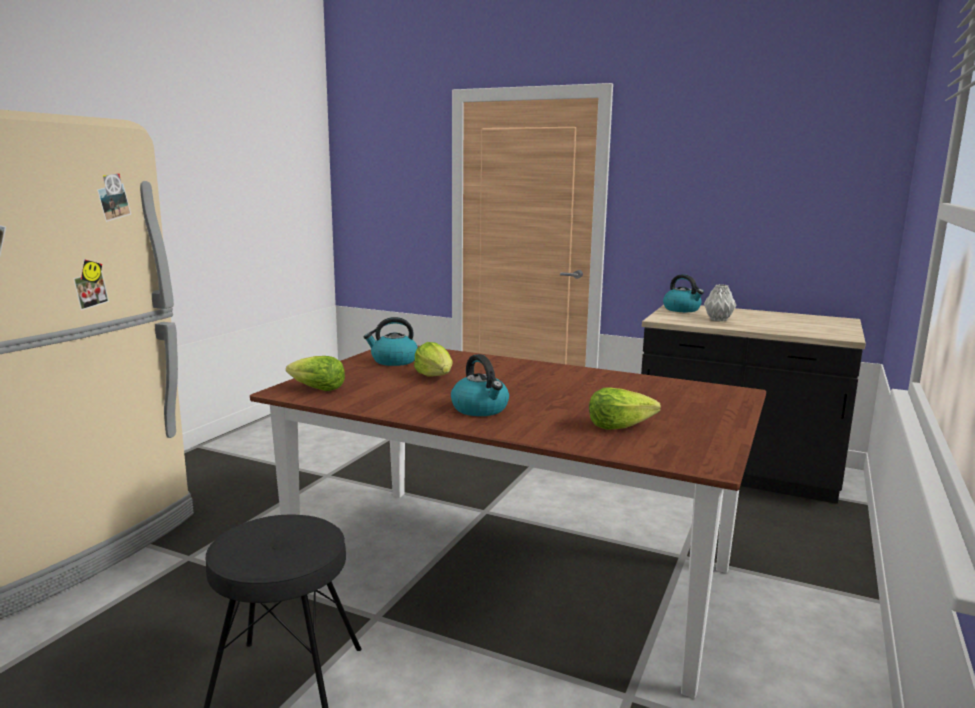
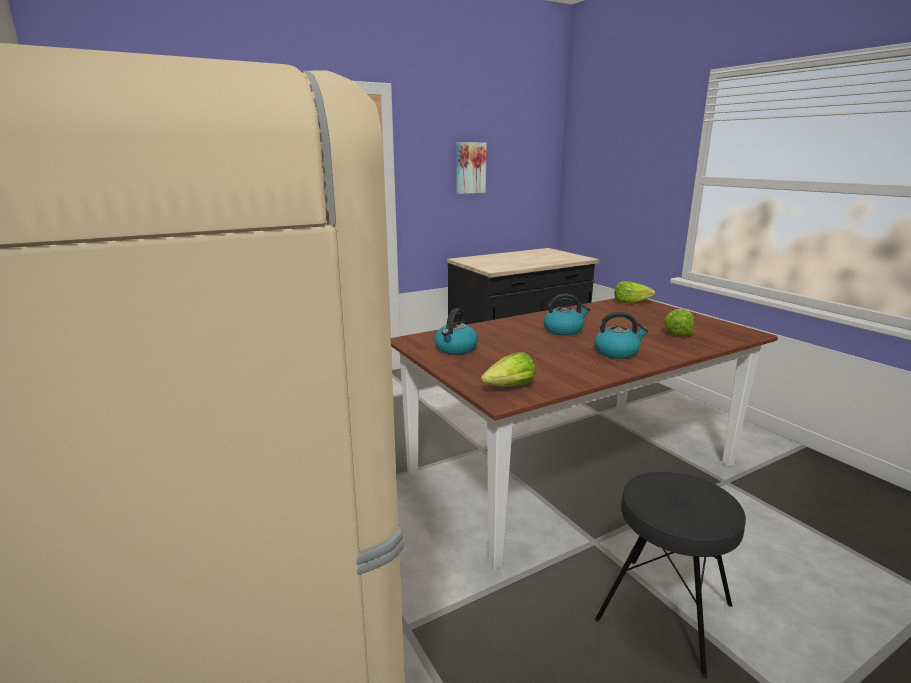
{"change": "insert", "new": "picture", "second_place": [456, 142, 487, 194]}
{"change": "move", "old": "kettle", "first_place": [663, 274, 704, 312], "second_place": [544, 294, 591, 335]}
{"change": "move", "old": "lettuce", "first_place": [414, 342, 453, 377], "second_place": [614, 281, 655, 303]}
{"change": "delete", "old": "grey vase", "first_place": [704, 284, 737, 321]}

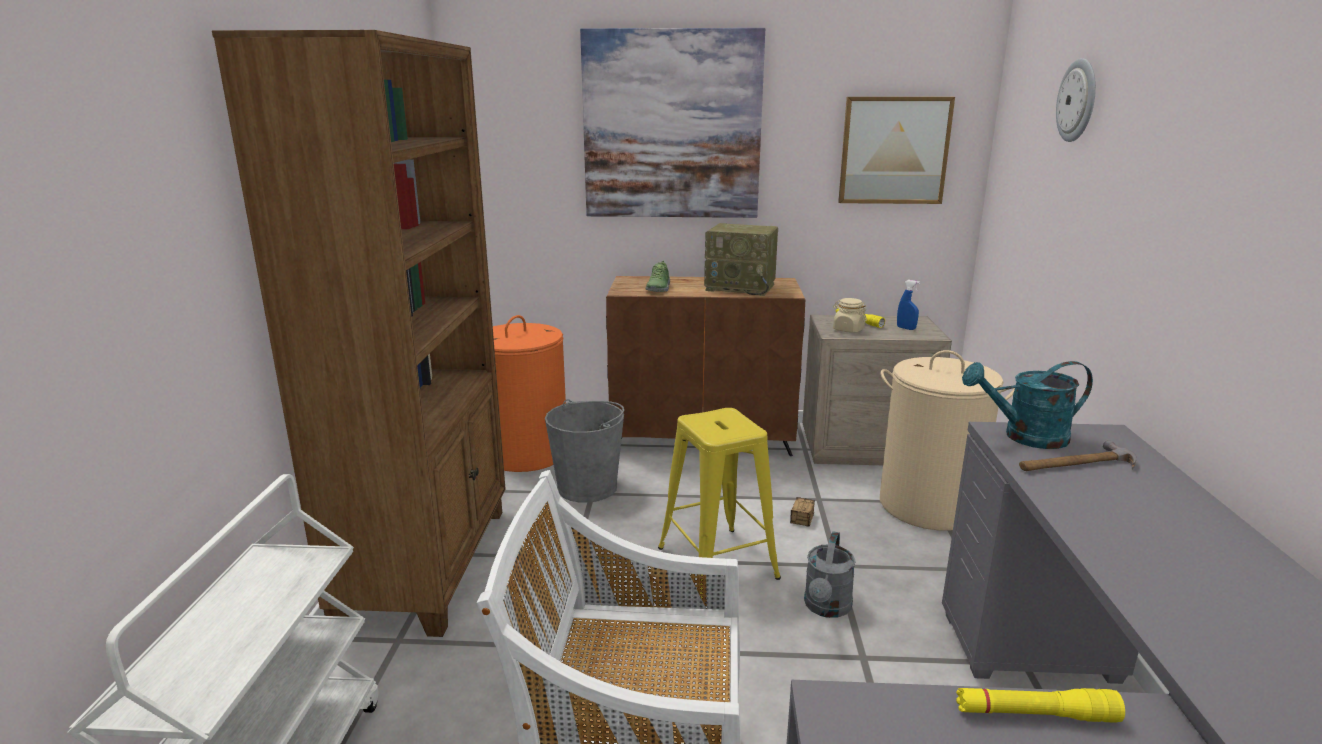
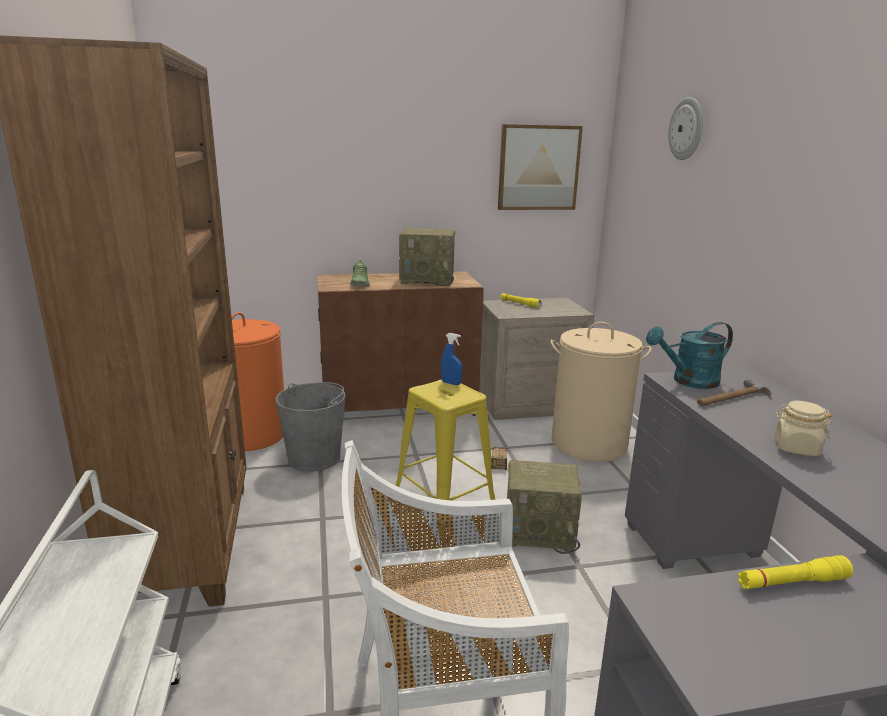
{"change": "move", "old": "blue spray bottle", "first_place": [897, 280, 920, 330], "second_place": [441, 333, 462, 385]}
{"change": "replace", "old": "grey watering can", "new": "radio", "first_place": [804, 531, 856, 618], "second_place": [507, 460, 582, 554]}
{"change": "move", "old": "beige jar", "first_place": [833, 298, 867, 333], "second_place": [774, 401, 832, 456]}
{"change": "delete", "old": "picture", "first_place": [580, 28, 765, 218]}

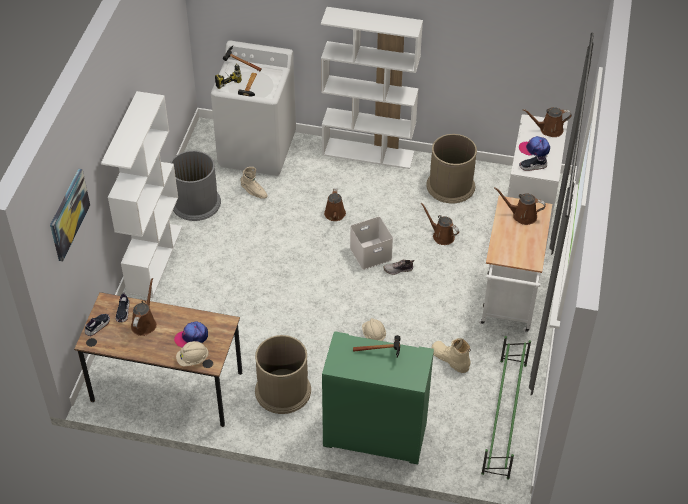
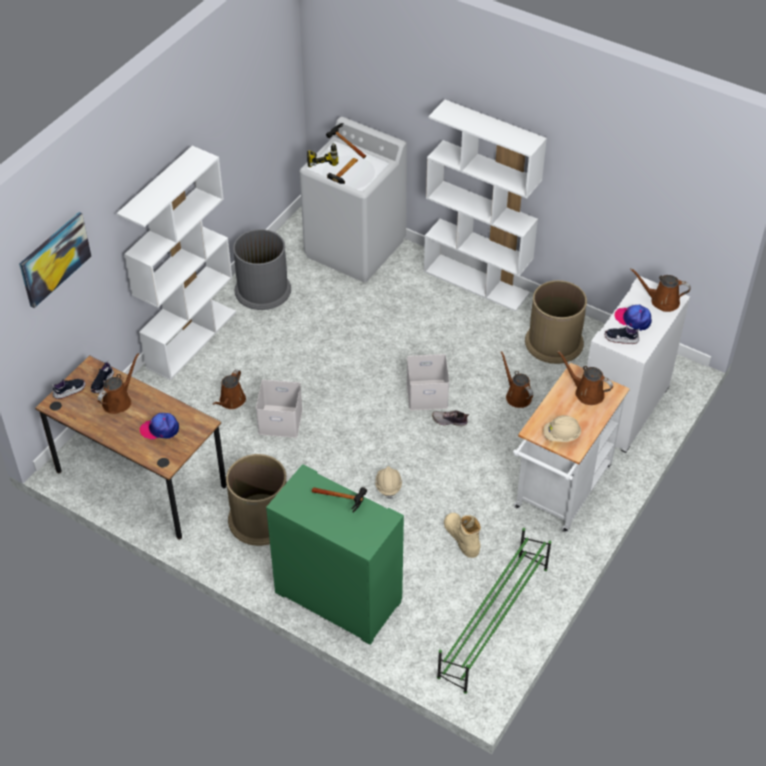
{"change": "move", "old": "brown watering can", "first_place": [324, 188, 346, 221], "second_place": [213, 369, 246, 409]}
{"change": "insert", "new": "white storage box", "second_place": [256, 380, 303, 438]}
{"change": "move", "old": "beige hard hat", "first_place": [176, 341, 208, 367], "second_place": [544, 415, 581, 442]}
{"change": "delete", "old": "beige boot", "first_place": [241, 167, 268, 199]}

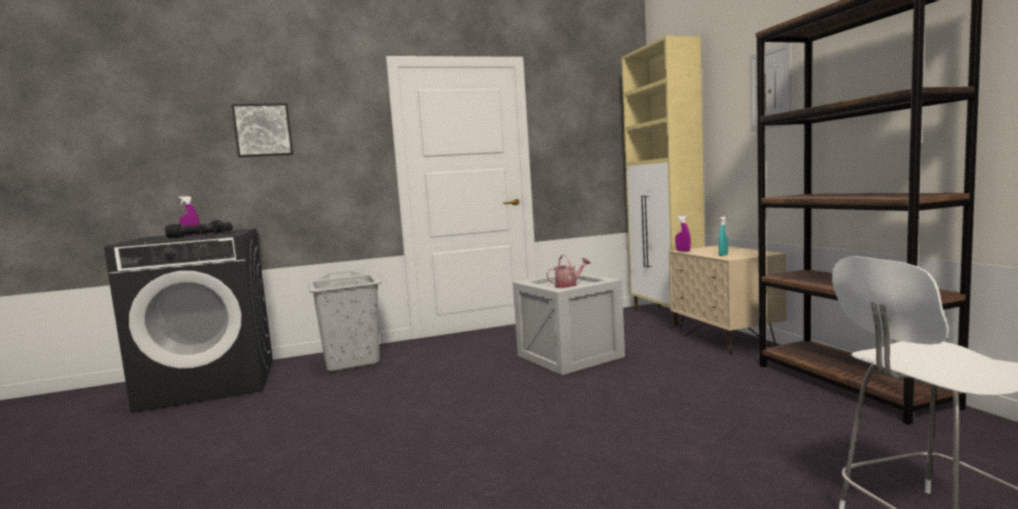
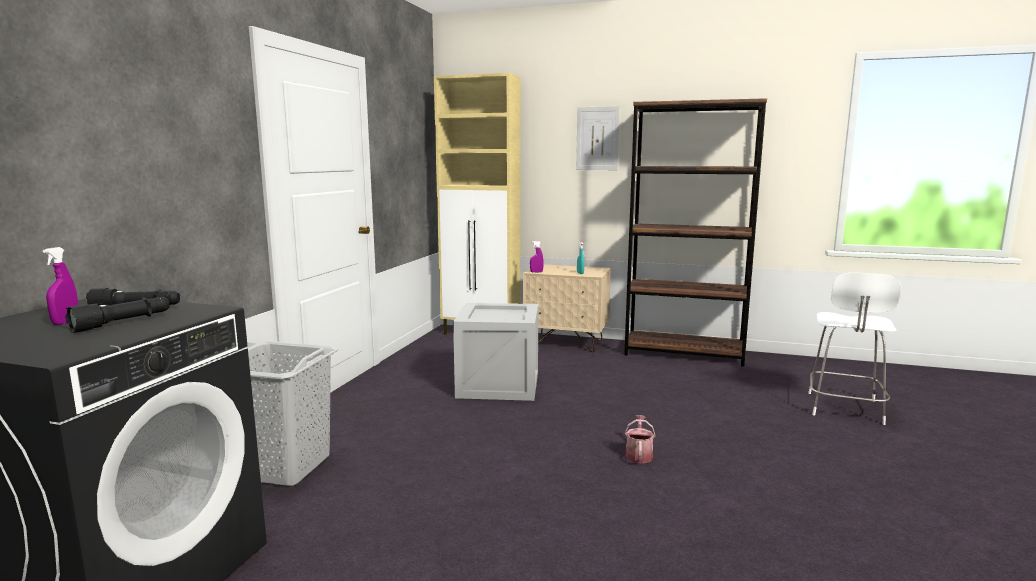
{"change": "move", "old": "watering can", "first_place": [546, 255, 590, 288], "second_place": [625, 415, 656, 463]}
{"change": "delete", "old": "picture", "first_place": [231, 103, 293, 157]}

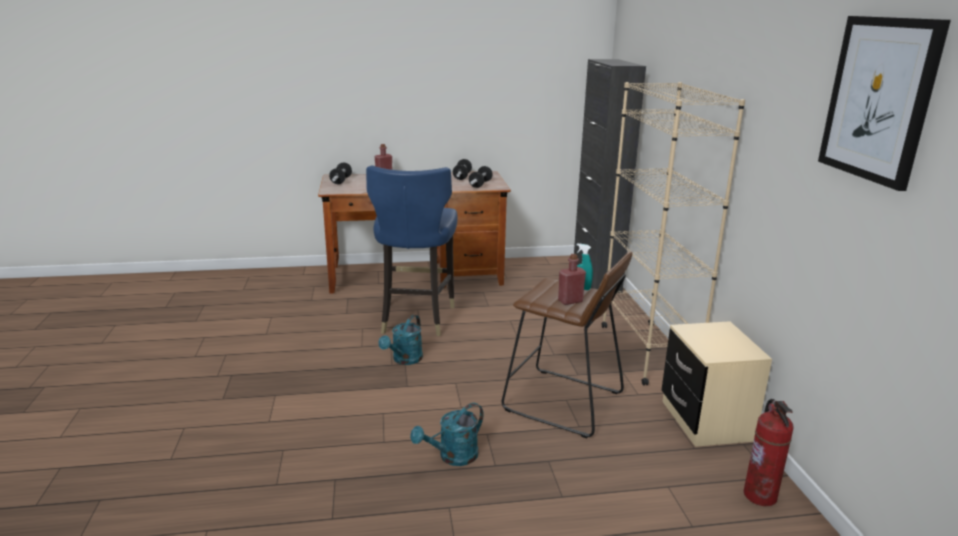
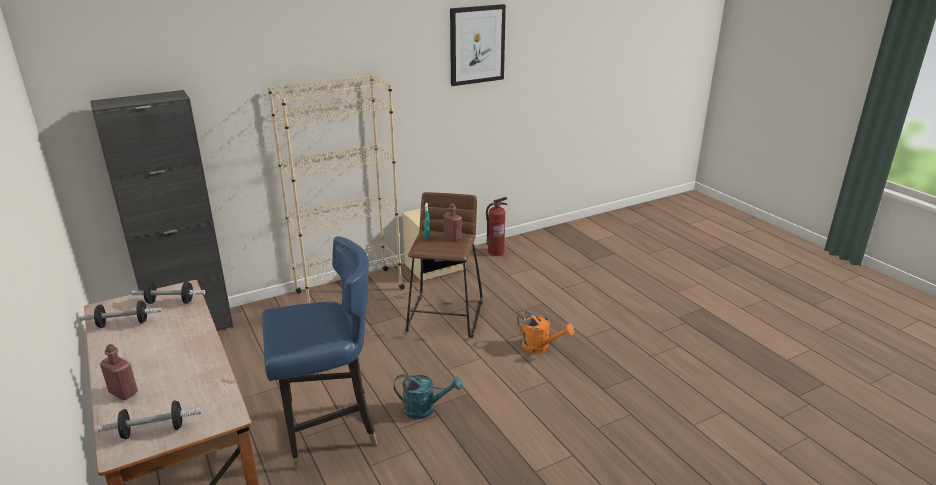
{"change": "recolor", "old": "turquoise watering can", "new": "orange watering can", "first_place": [410, 403, 483, 466], "second_place": [517, 311, 574, 353]}

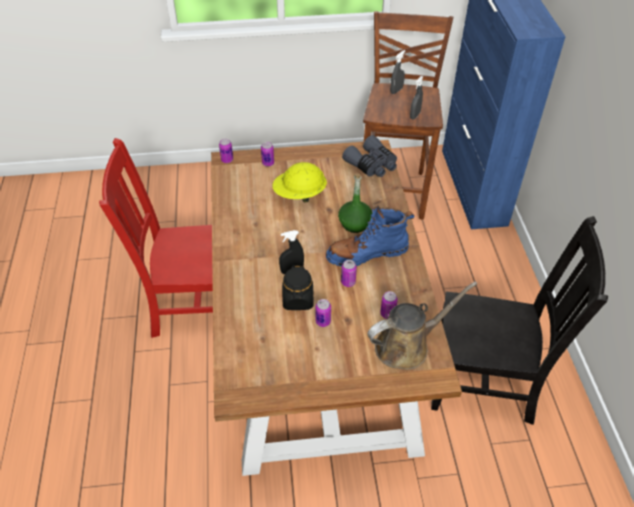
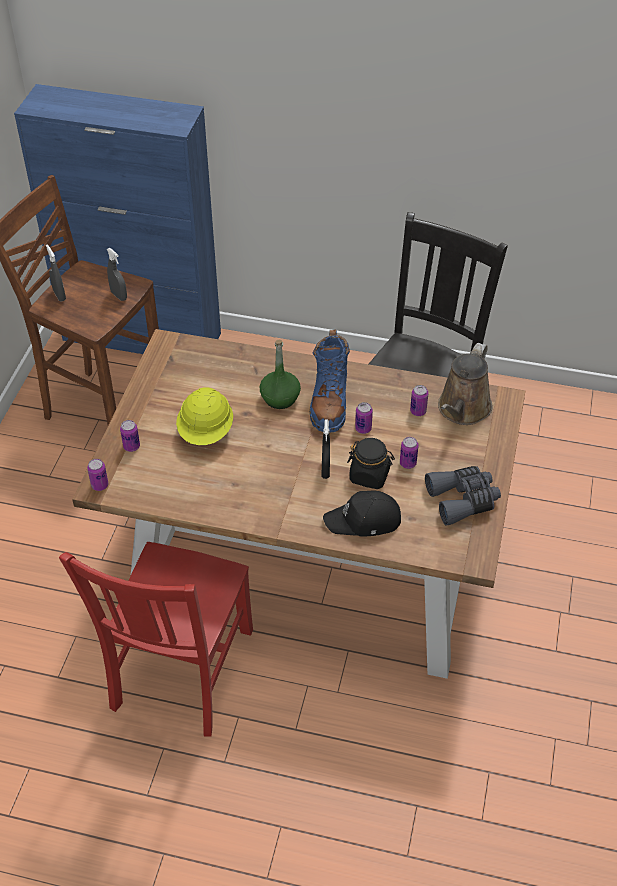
{"change": "insert", "new": "black cap", "second_place": [323, 491, 401, 537]}
{"change": "move", "old": "grey binoculars", "first_place": [342, 135, 397, 177], "second_place": [425, 466, 501, 526]}
{"change": "rotate", "old": "brown watering can", "first_place": [367, 281, 477, 370], "second_place": [438, 343, 492, 425], "degrees": -150}

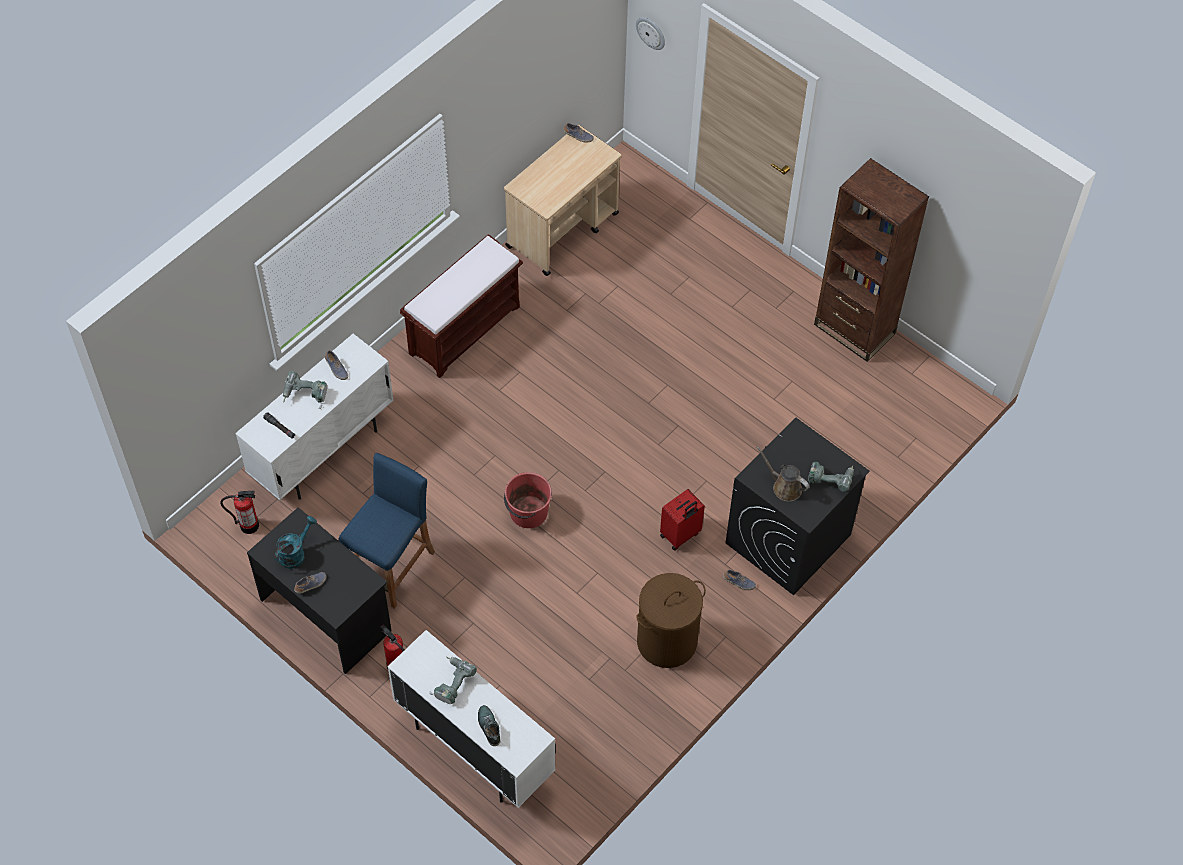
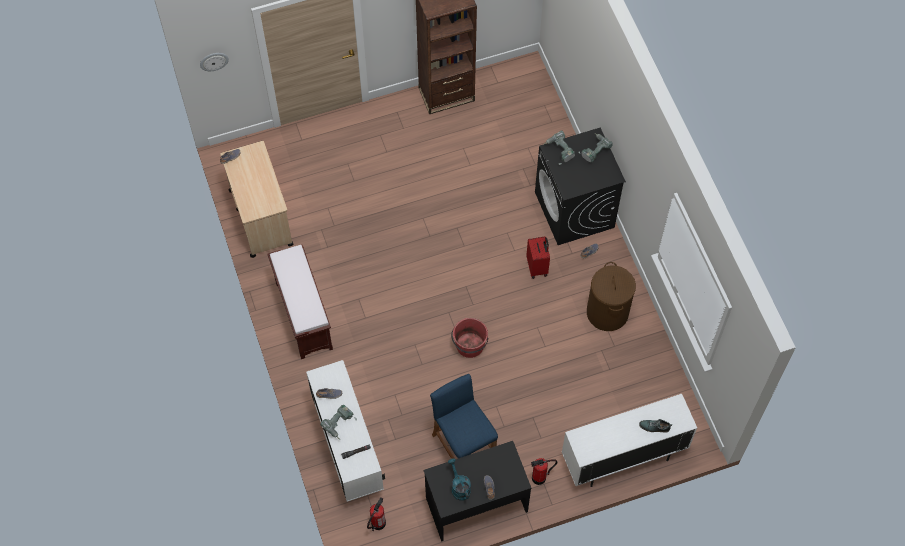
{"change": "move", "old": "power drill", "first_place": [429, 657, 477, 704], "second_place": [543, 130, 575, 165]}
{"change": "delete", "old": "brown watering can", "first_place": [757, 447, 809, 502]}

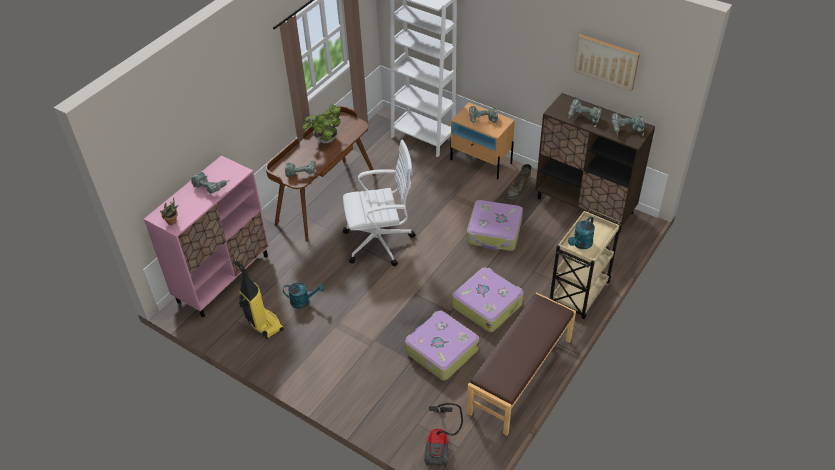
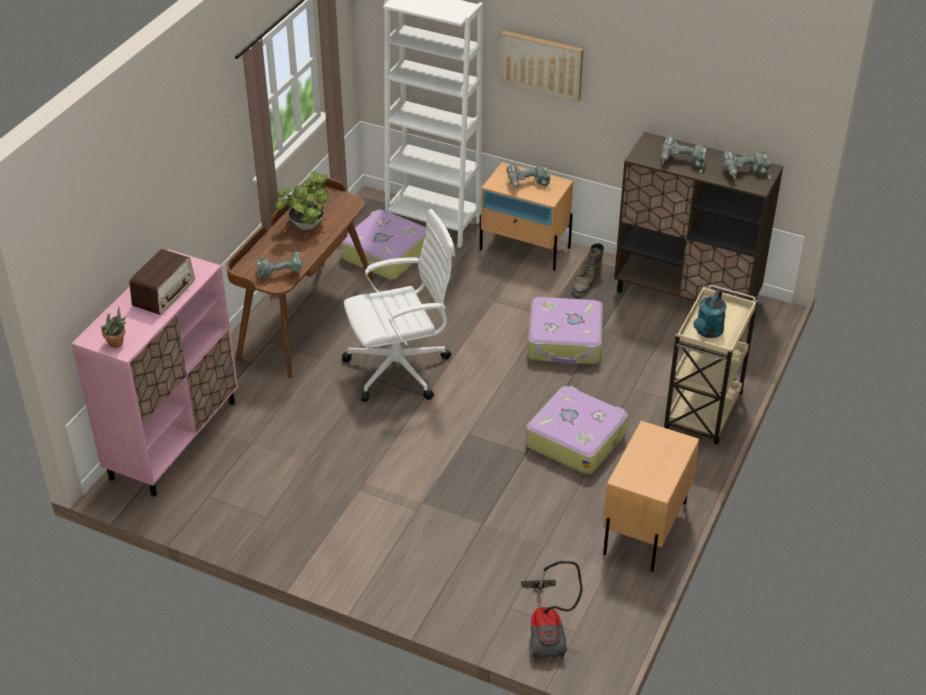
{"change": "replace", "old": "power drill", "new": "radio", "first_place": [191, 172, 229, 194], "second_place": [129, 249, 195, 315]}
{"change": "move", "old": "suitcase", "first_place": [405, 311, 479, 380], "second_place": [341, 210, 426, 279]}
{"change": "move", "old": "picture", "first_place": [574, 34, 640, 91], "second_place": [500, 30, 583, 102]}
{"change": "replace", "old": "brown bench", "new": "beige nightstand", "first_place": [467, 292, 576, 435], "second_place": [603, 421, 699, 572]}
{"change": "delete", "old": "vacuum cleaner", "first_place": [233, 260, 284, 339]}
{"change": "delete", "old": "turquoise watering can", "first_place": [283, 283, 324, 308]}

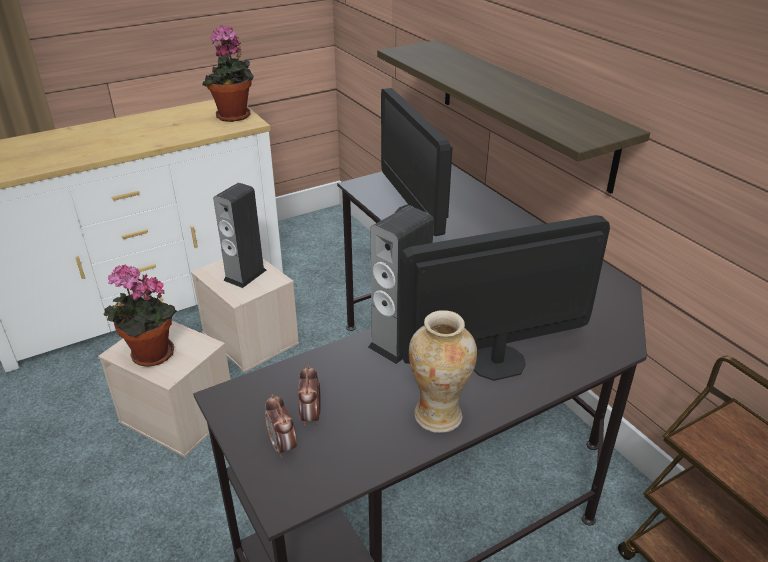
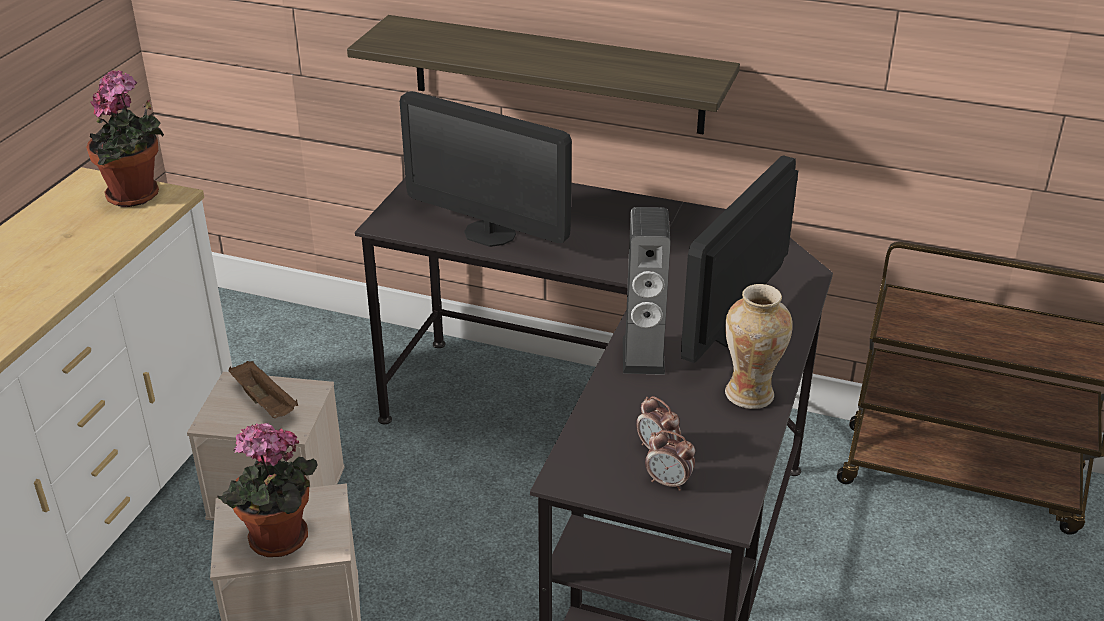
{"change": "replace", "old": "speaker", "new": "brown tray", "first_place": [213, 183, 266, 288], "second_place": [229, 361, 298, 418]}

